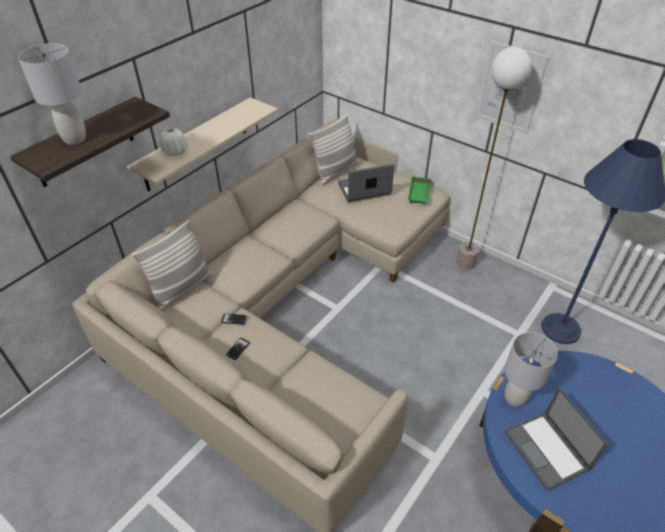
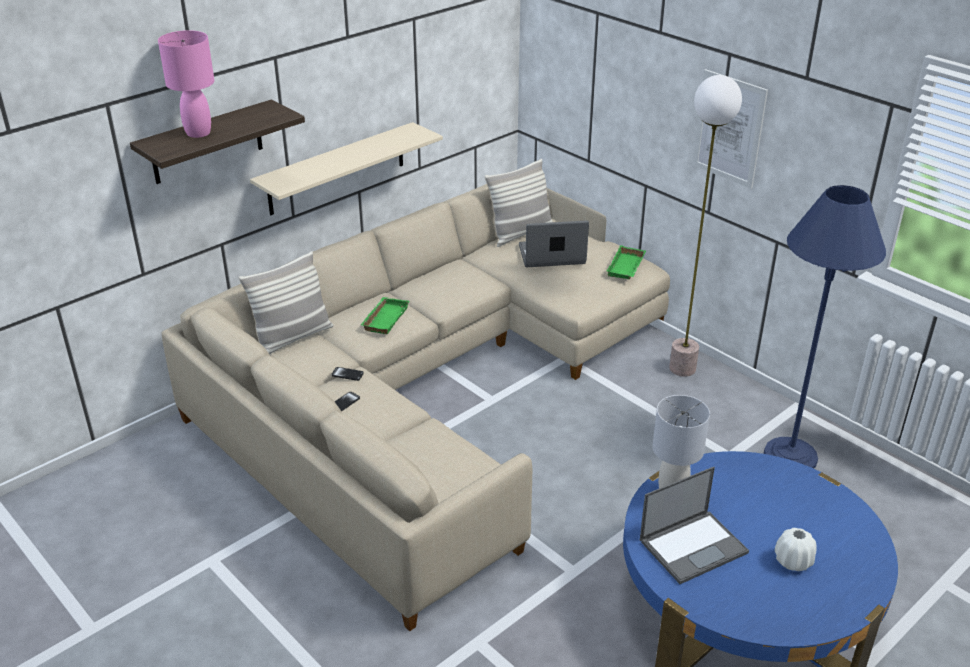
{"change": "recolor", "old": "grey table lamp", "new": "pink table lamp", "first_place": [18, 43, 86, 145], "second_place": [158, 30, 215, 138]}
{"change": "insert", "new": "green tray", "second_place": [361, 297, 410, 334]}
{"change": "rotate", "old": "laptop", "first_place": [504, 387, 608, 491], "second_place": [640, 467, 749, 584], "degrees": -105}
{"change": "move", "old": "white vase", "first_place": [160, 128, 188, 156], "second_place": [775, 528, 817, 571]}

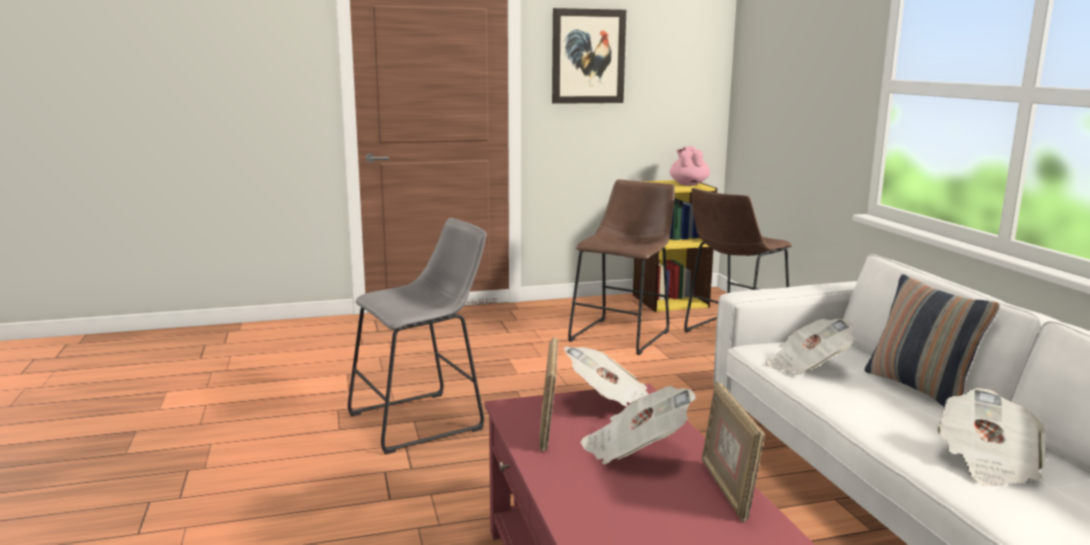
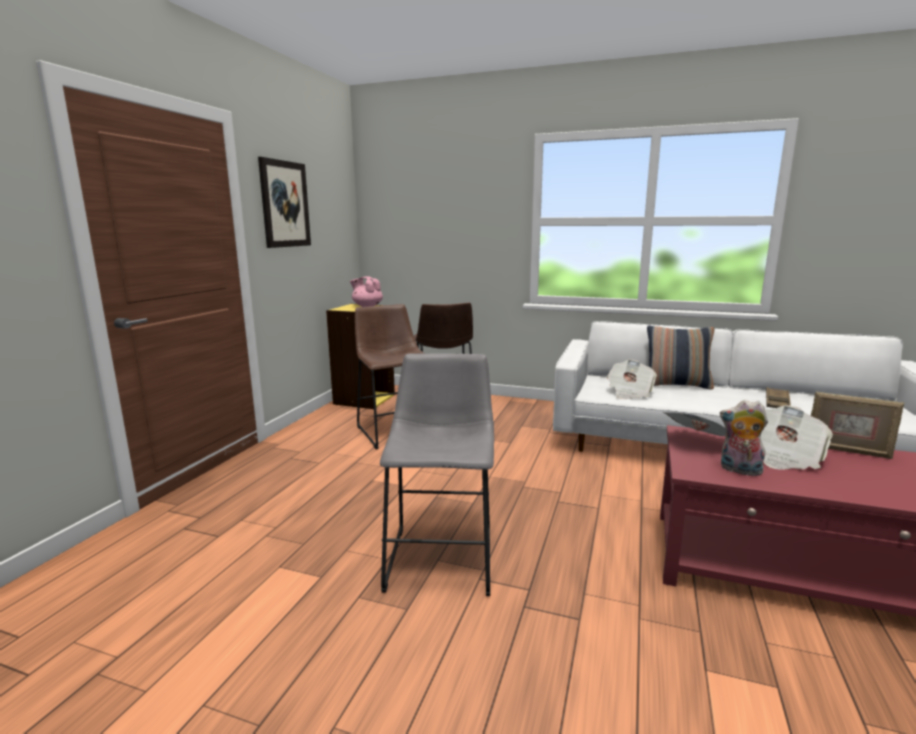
{"change": "replace", "old": "picture frame", "new": "plush toy", "first_place": [539, 337, 558, 452], "second_place": [720, 400, 768, 476]}
{"change": "replace", "old": "newspaper", "new": "brown tray", "first_place": [937, 388, 1045, 487], "second_place": [766, 387, 791, 408]}

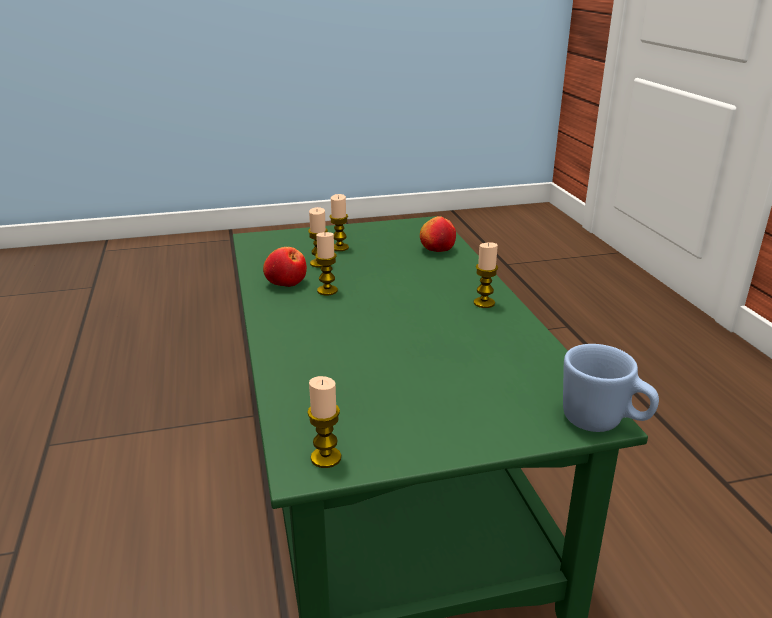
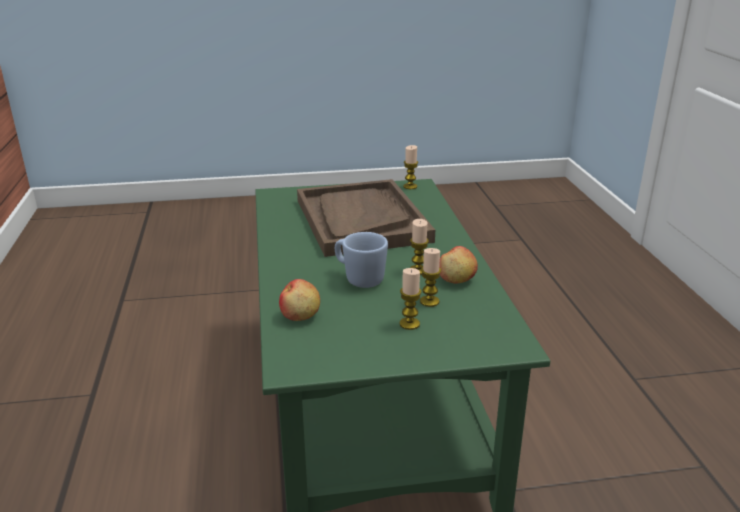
{"change": "insert", "new": "brown tray", "second_place": [297, 179, 435, 257]}
{"change": "move", "old": "blue mug", "first_place": [563, 344, 659, 432], "second_place": [335, 232, 388, 288]}
{"change": "delete", "old": "candle", "first_place": [474, 242, 498, 308]}

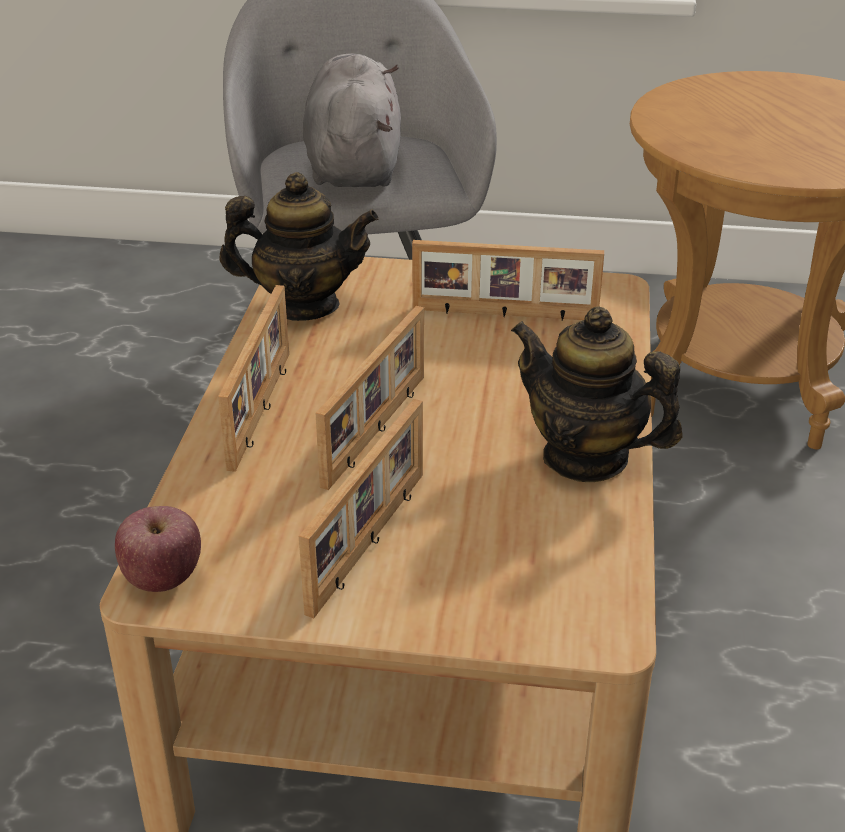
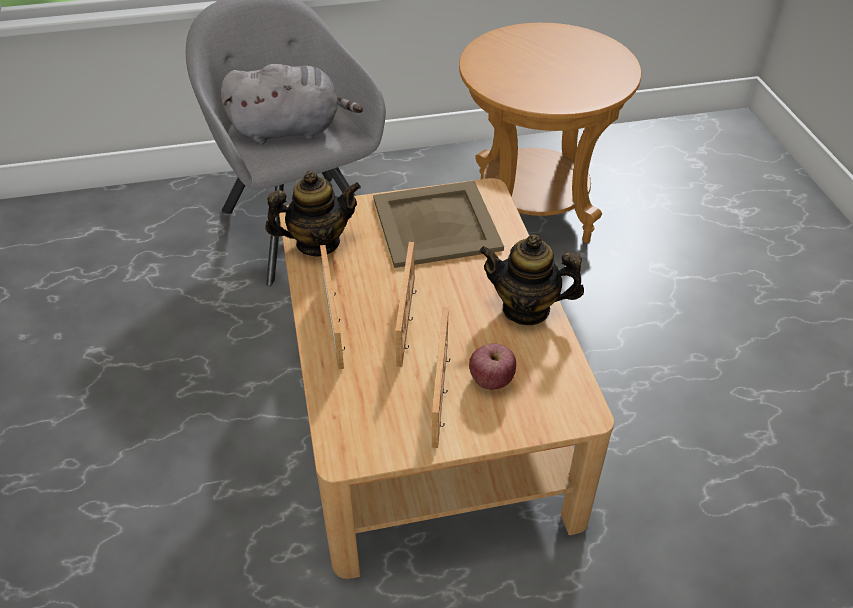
{"change": "rotate", "old": "grey plush toy", "first_place": [303, 53, 401, 187], "second_place": [221, 64, 363, 144], "degrees": 105}
{"change": "replace", "old": "picture frame", "new": "beige tray", "first_place": [412, 240, 604, 321], "second_place": [373, 181, 504, 268]}
{"change": "move", "old": "apple", "first_place": [115, 506, 201, 592], "second_place": [469, 343, 516, 390]}

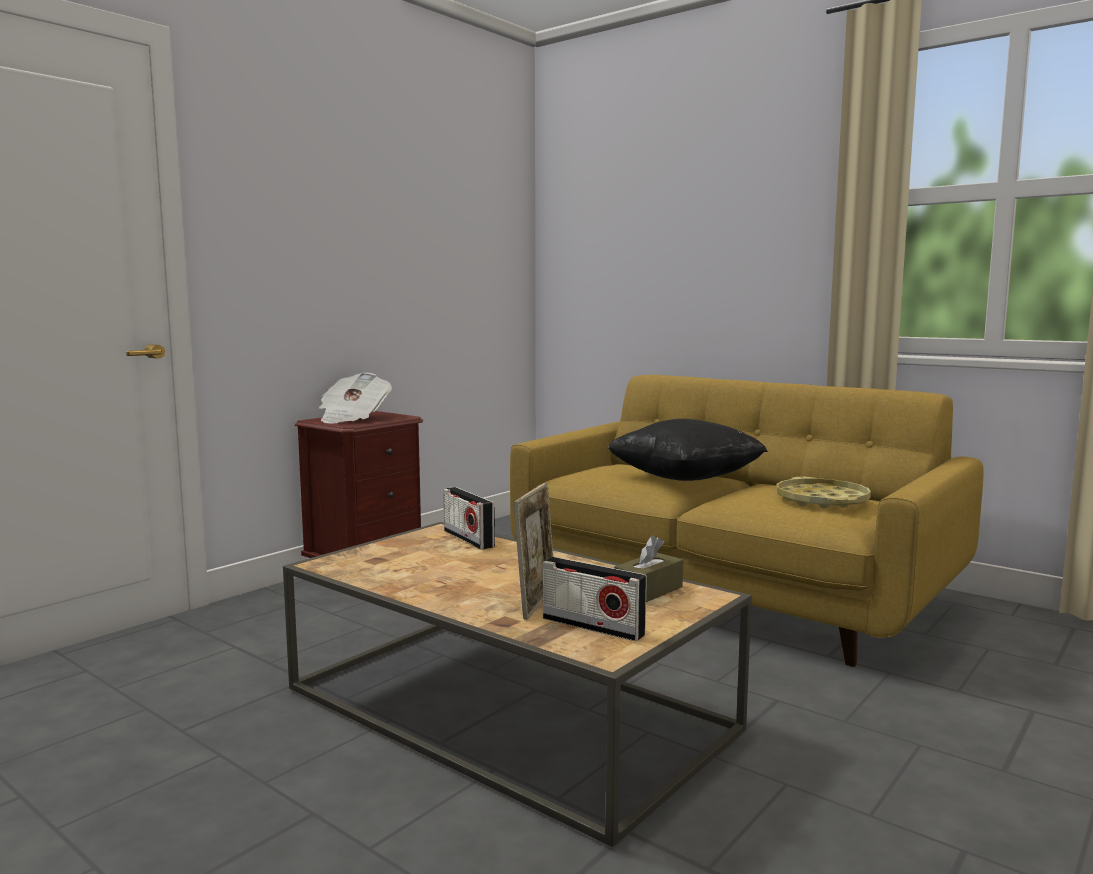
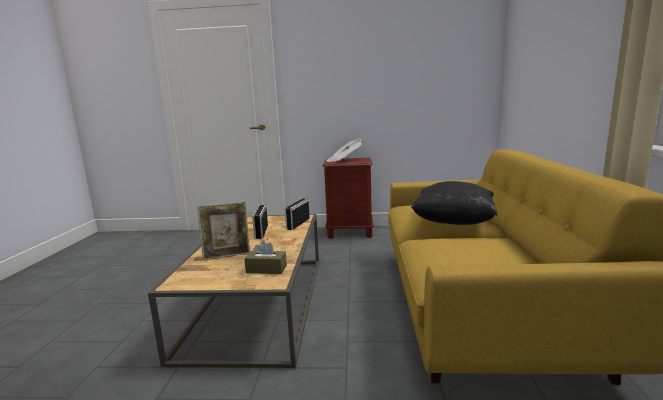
{"change": "move", "old": "radio", "first_place": [543, 557, 647, 641], "second_place": [252, 205, 268, 239]}
{"change": "delete", "old": "yellow tray", "first_place": [776, 477, 871, 508]}

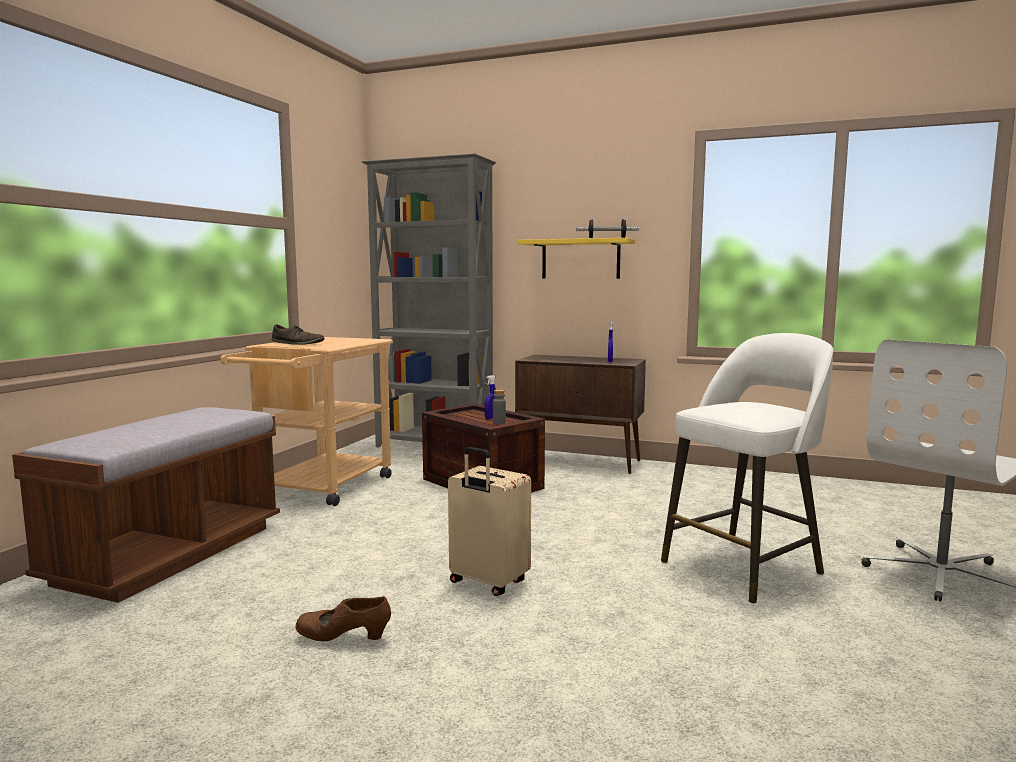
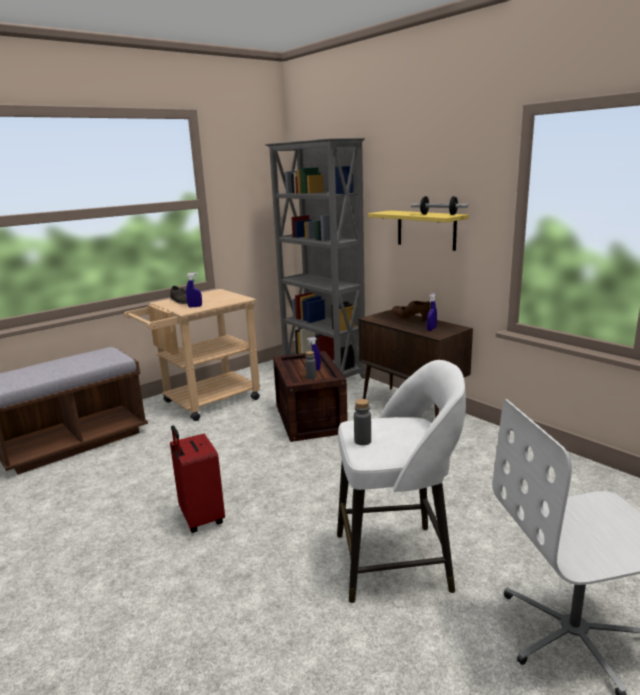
{"change": "recolor", "old": "beige suitcase", "new": "red suitcase", "first_place": [448, 447, 531, 596], "second_place": [170, 425, 225, 533]}
{"change": "insert", "new": "blue spray bottle", "second_place": [186, 273, 202, 307]}
{"change": "insert", "new": "grey bottle", "second_place": [354, 399, 371, 445]}
{"change": "move", "old": "brown shoe", "first_place": [295, 596, 391, 641], "second_place": [391, 301, 431, 321]}

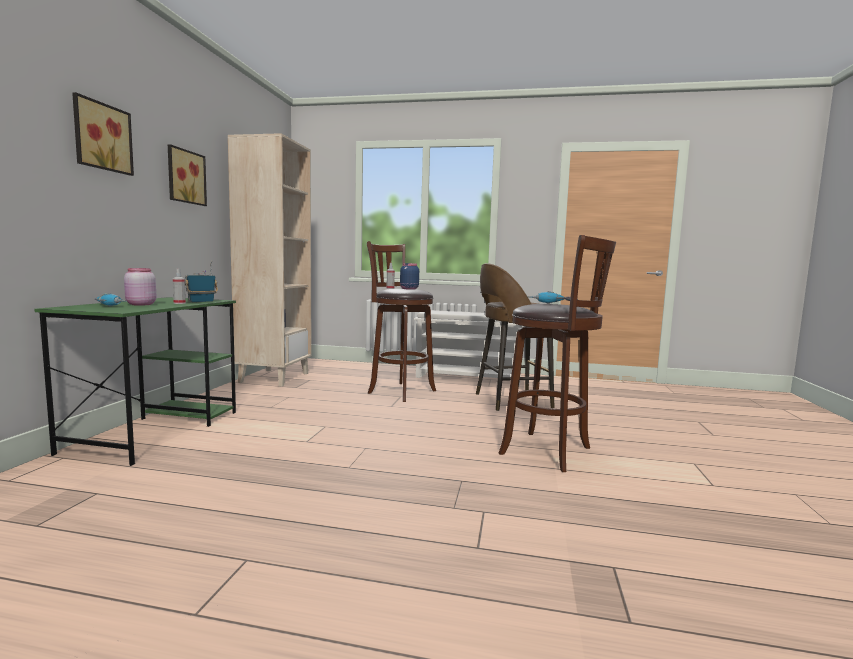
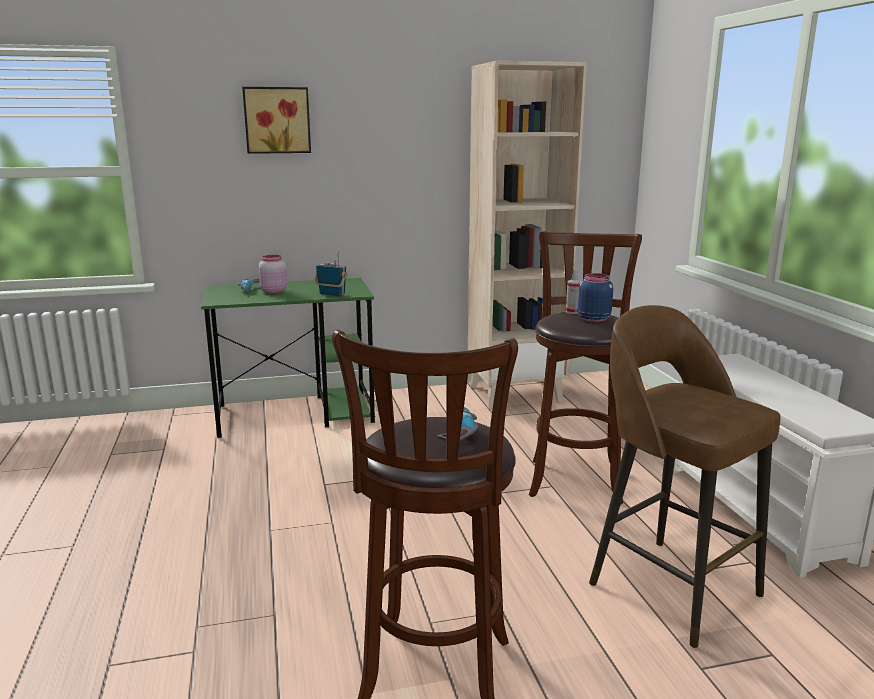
{"change": "delete", "old": "picture", "first_place": [168, 144, 207, 206]}
{"change": "delete", "old": "spray bottle", "first_place": [173, 269, 186, 304]}

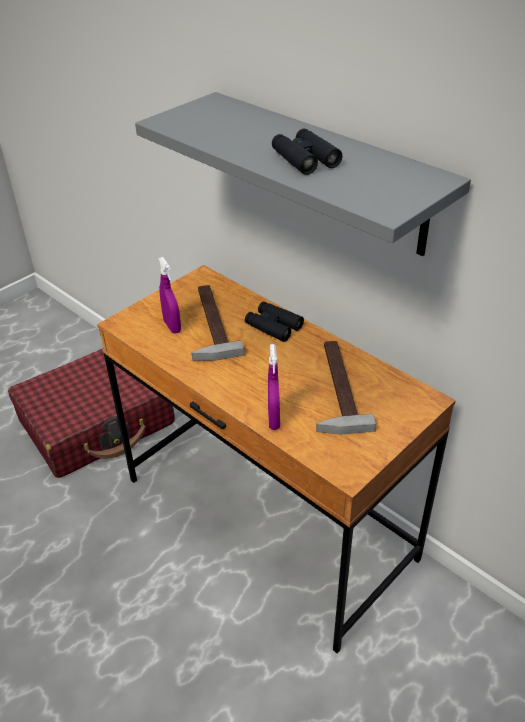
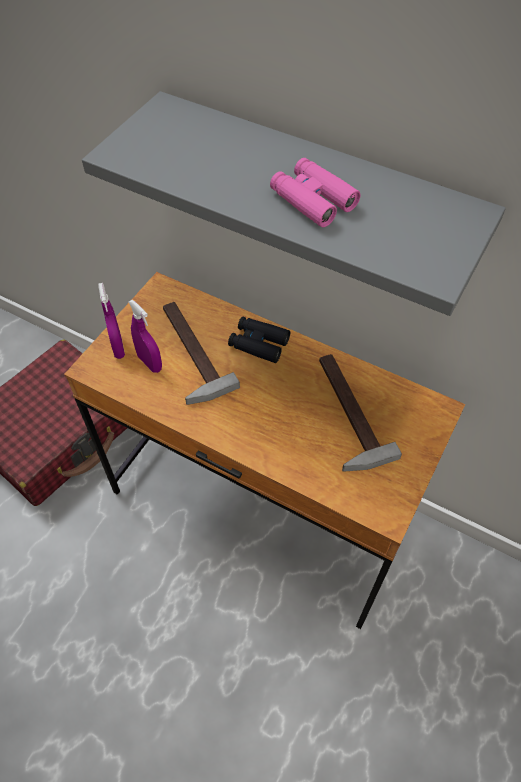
{"change": "move", "old": "purple spray bottle", "first_place": [268, 344, 280, 430], "second_place": [98, 283, 125, 359]}
{"change": "recolor", "old": "black binoculars", "new": "pink binoculars", "first_place": [272, 129, 342, 175], "second_place": [270, 158, 360, 227]}

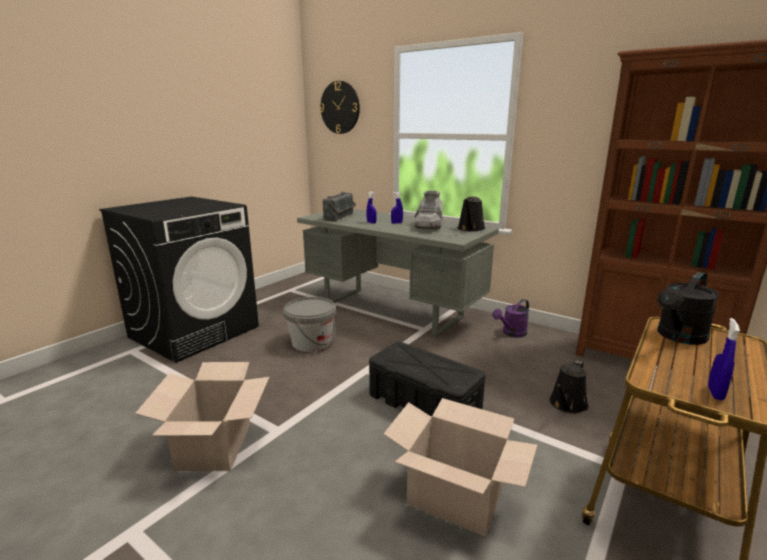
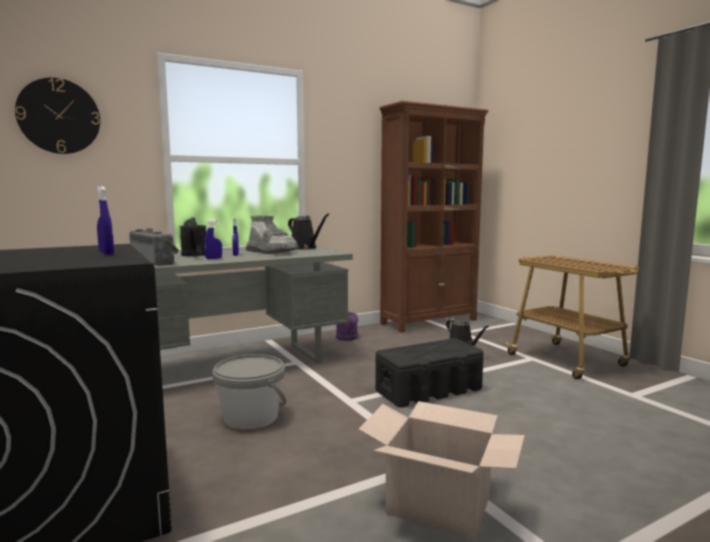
{"change": "move", "old": "blue spray bottle", "first_place": [708, 318, 740, 400], "second_place": [97, 186, 114, 255]}
{"change": "move", "old": "black watering can", "first_place": [658, 272, 719, 345], "second_place": [180, 217, 206, 256]}
{"change": "delete", "old": "cardboard box", "first_place": [384, 398, 537, 537]}

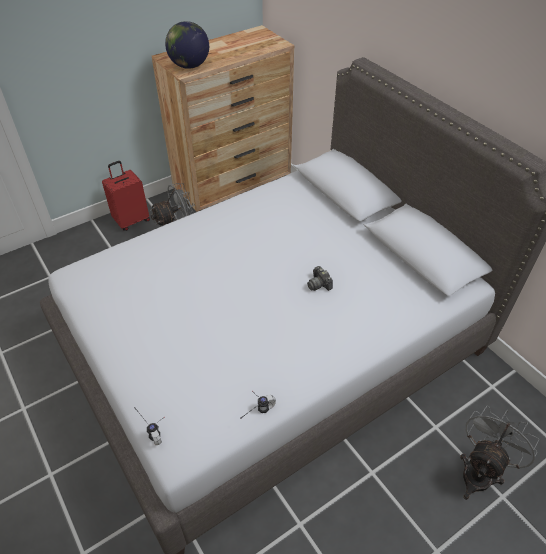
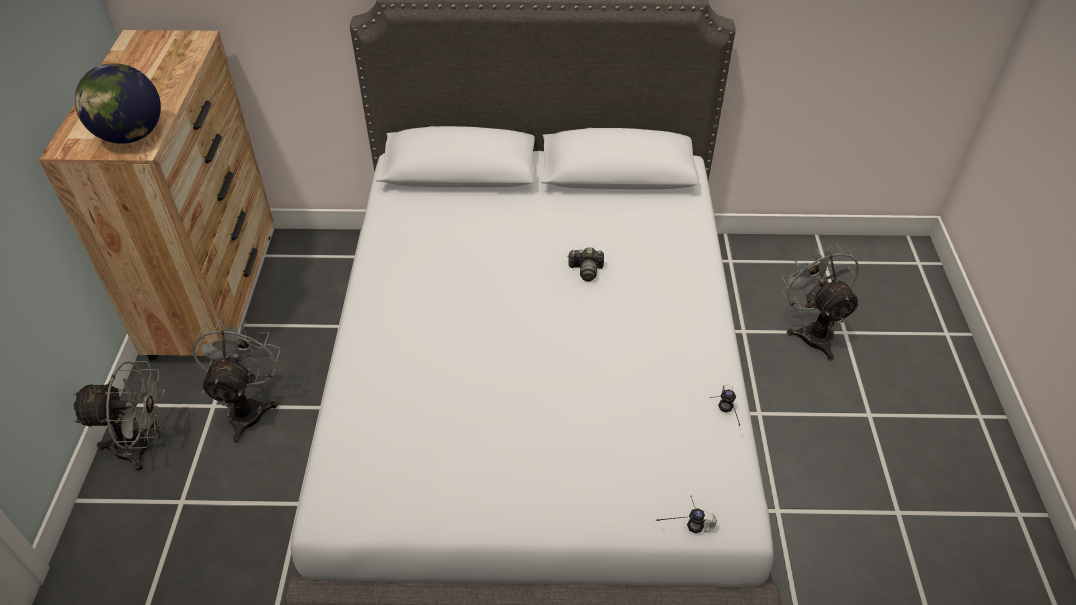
{"change": "replace", "old": "red suitcase", "new": "grey fan", "first_place": [102, 161, 150, 231], "second_place": [73, 361, 165, 472]}

